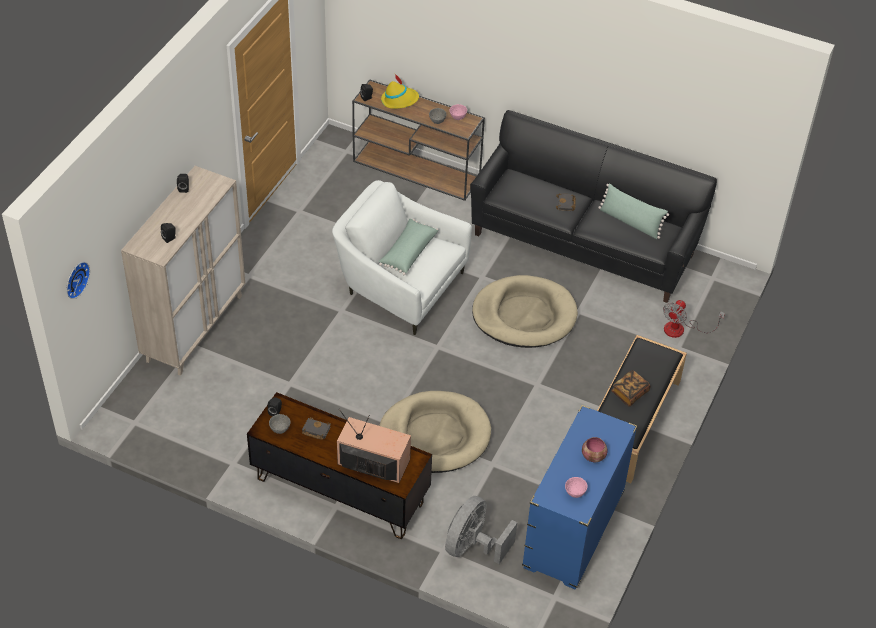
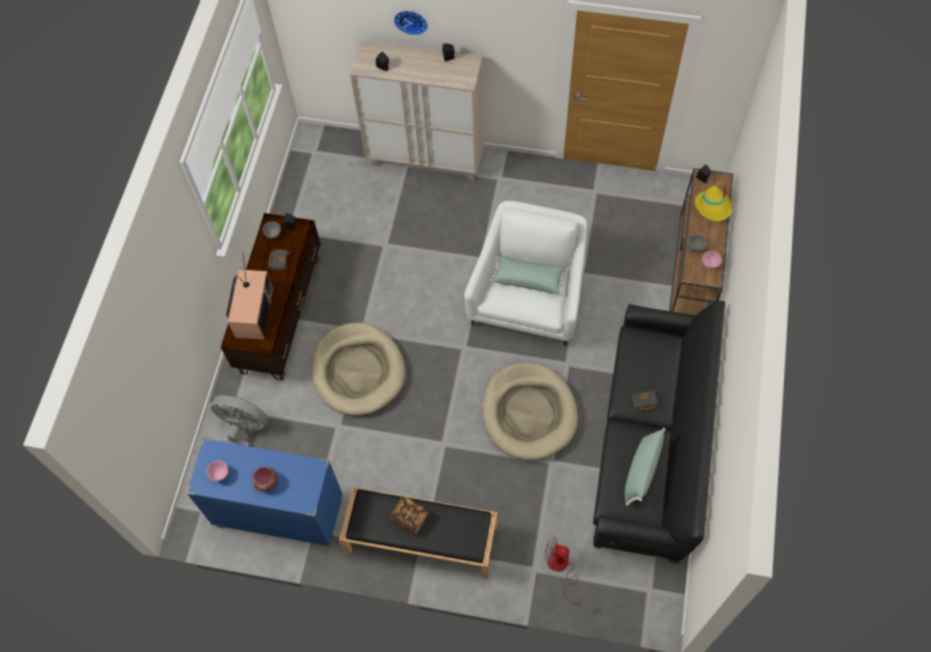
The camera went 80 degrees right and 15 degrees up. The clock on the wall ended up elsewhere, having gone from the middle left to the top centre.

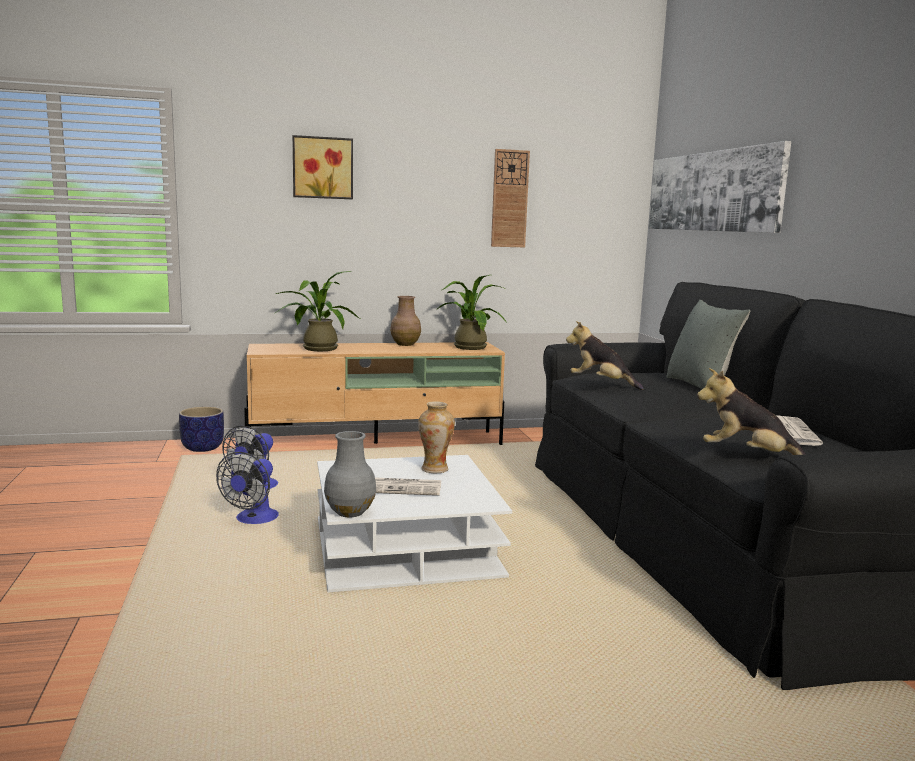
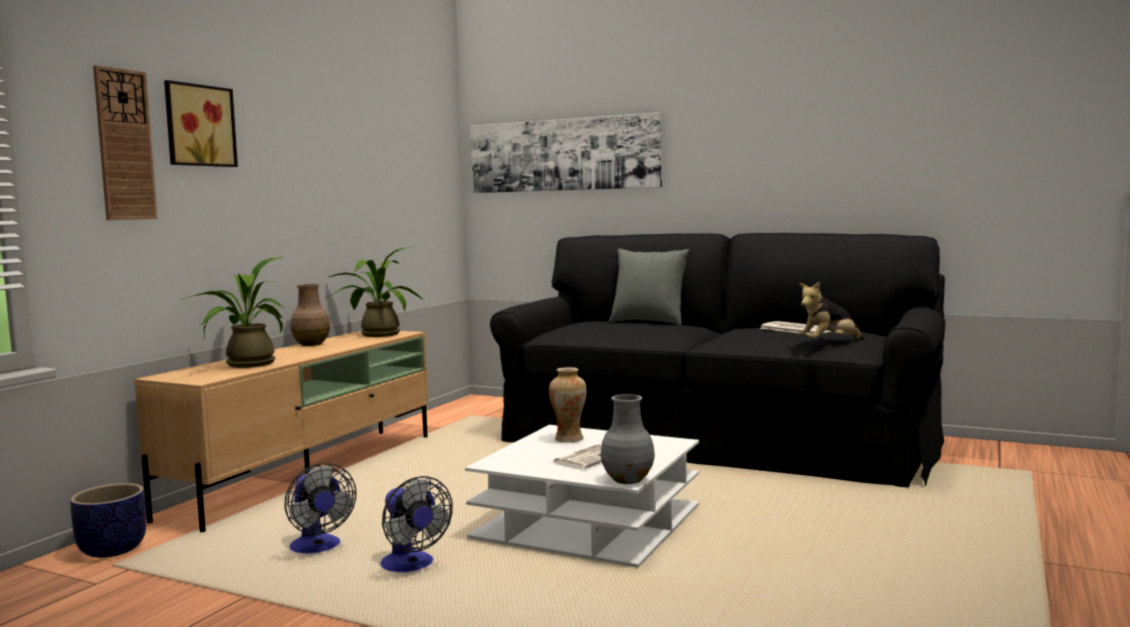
The camera went 50 degrees left and 5 degrees down. The clock on the wall ended up elsewhere, having gone from the top centre to the top left. The second view lost the cuddly toy (no. 1 from left) at the centre.

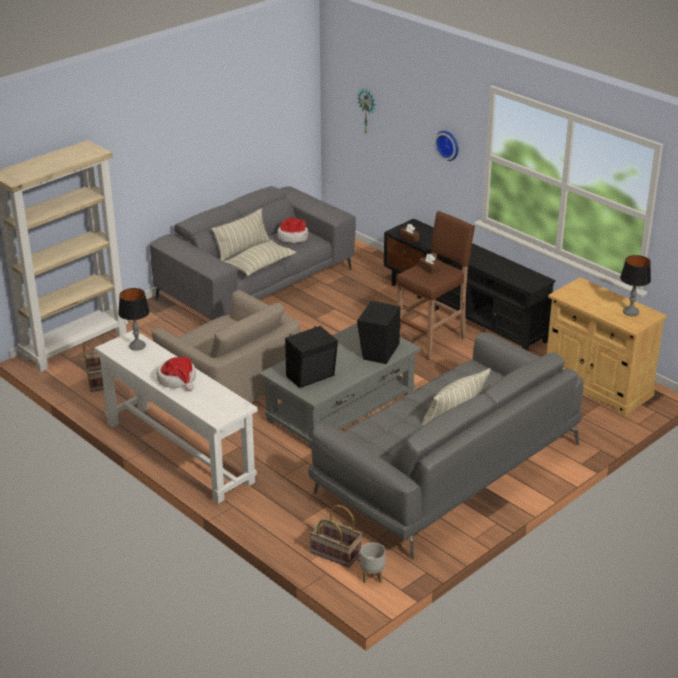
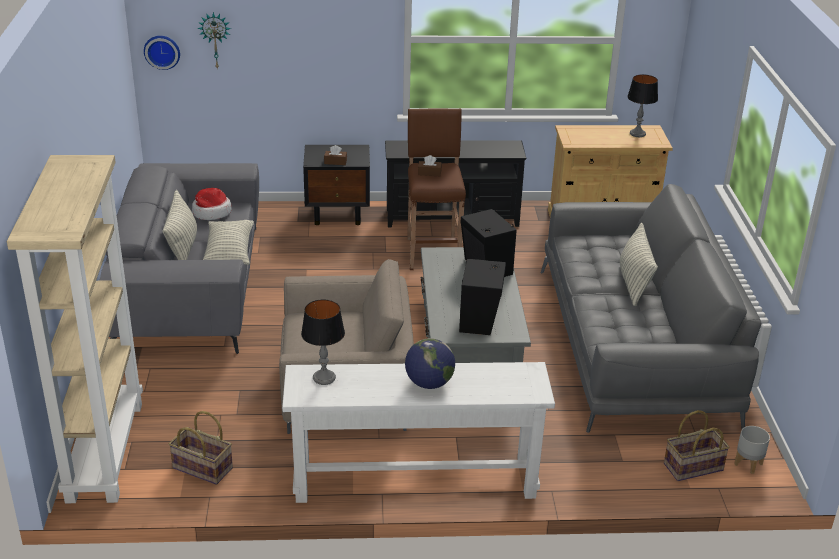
The camera went 50 degrees left and 0 degrees up. Where the hat (no. 1 from left) stood at the middle left, the globe came to stand at the centre. The clock on the wall (no. 2 from left in the first image) ended up elsewhere, having gone from the top centre to the top left.

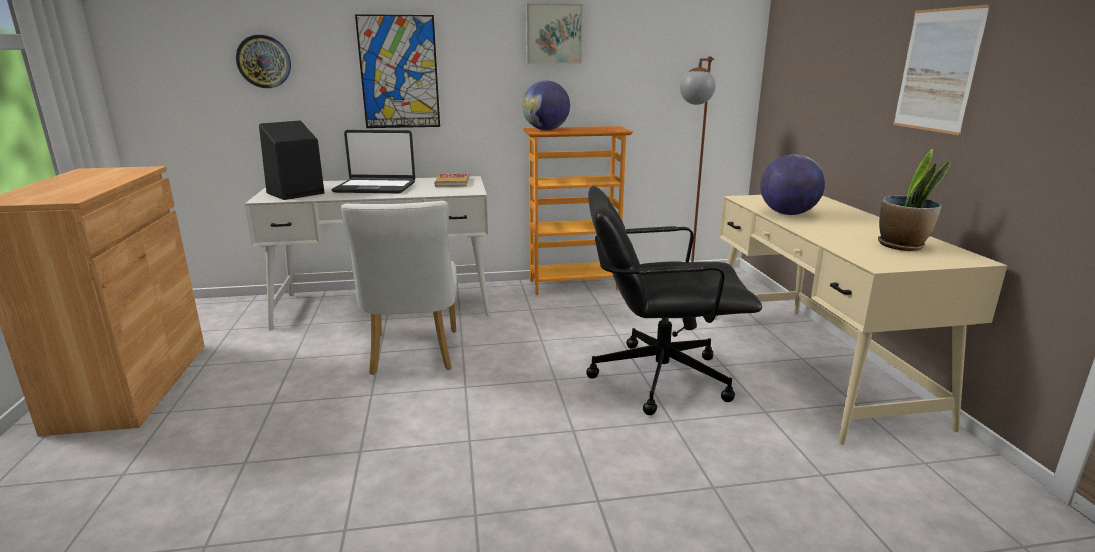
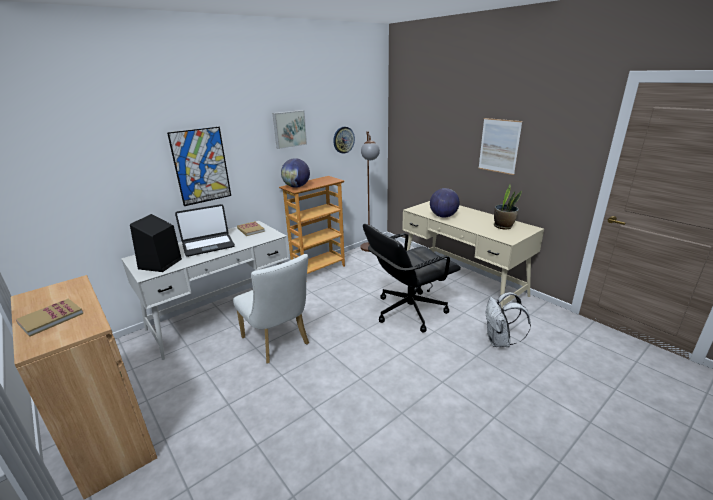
The camera went 30 degrees left and 5 degrees up. The clock on the wall ended up elsewhere, having gone from the top left to the top centre. The second view gained the volume (no. 1 from left) at the middle left. The second view gained the rucksack/whitish at the middle right.

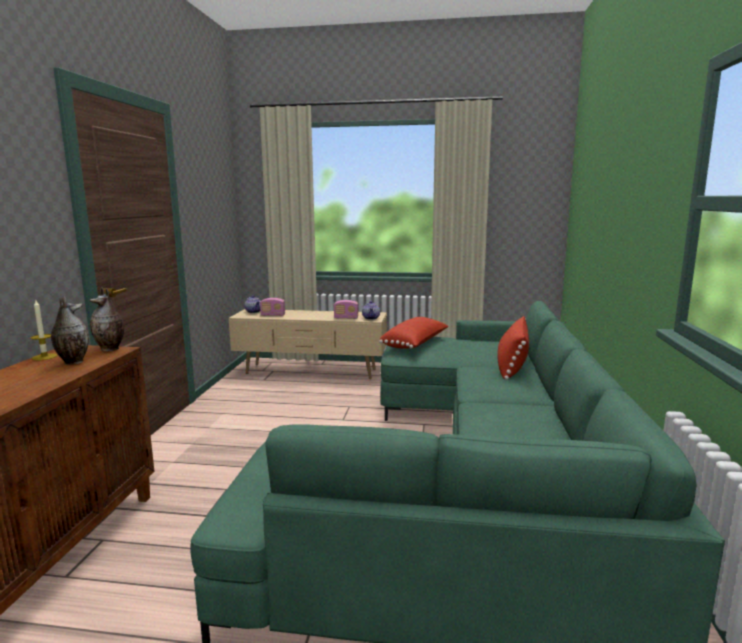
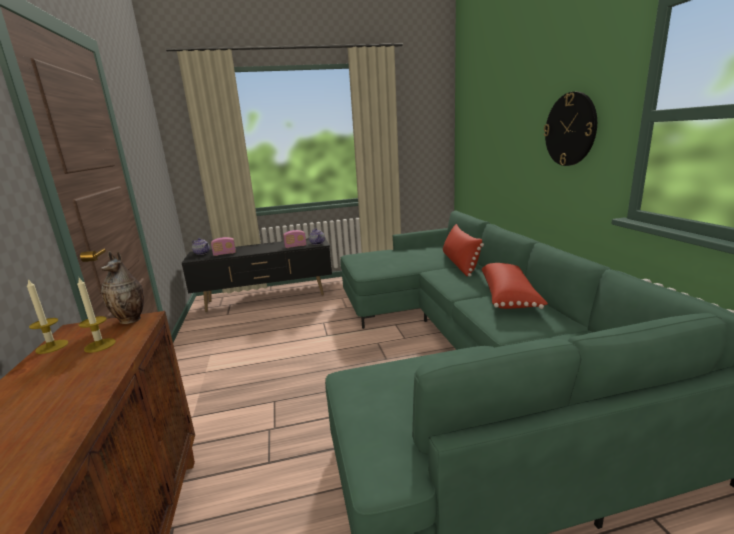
The camera went 20 degrees left and 5 degrees up. Where the decorative vase (no. 1 from left) stood at the middle left, the wax candle (no. 2 from left) came to stand at the middle left. What was the tv unit/beige-coloured at the centre turned into the tv unit/black-coloured at the centre. The cushion/reddish (no. 1 from left in the first image) ended up elsewhere, having gone from the centre to the middle right. The second view gained the clock on the wall at the top right.

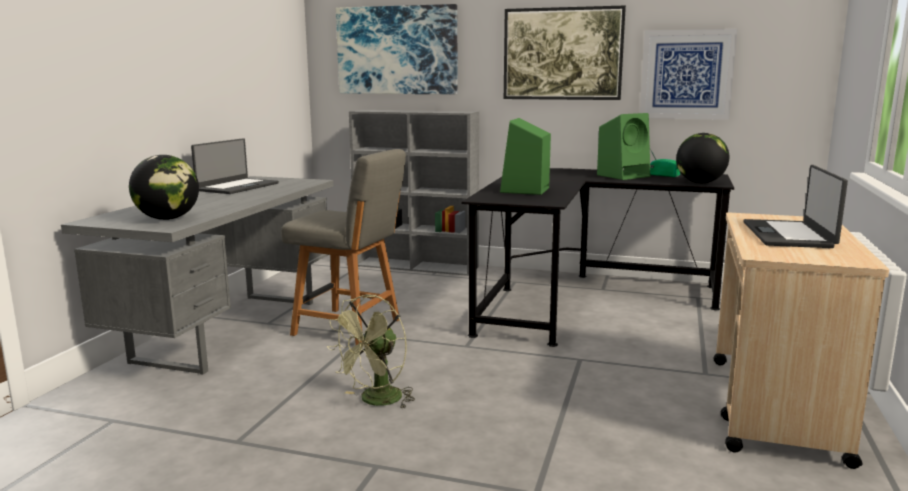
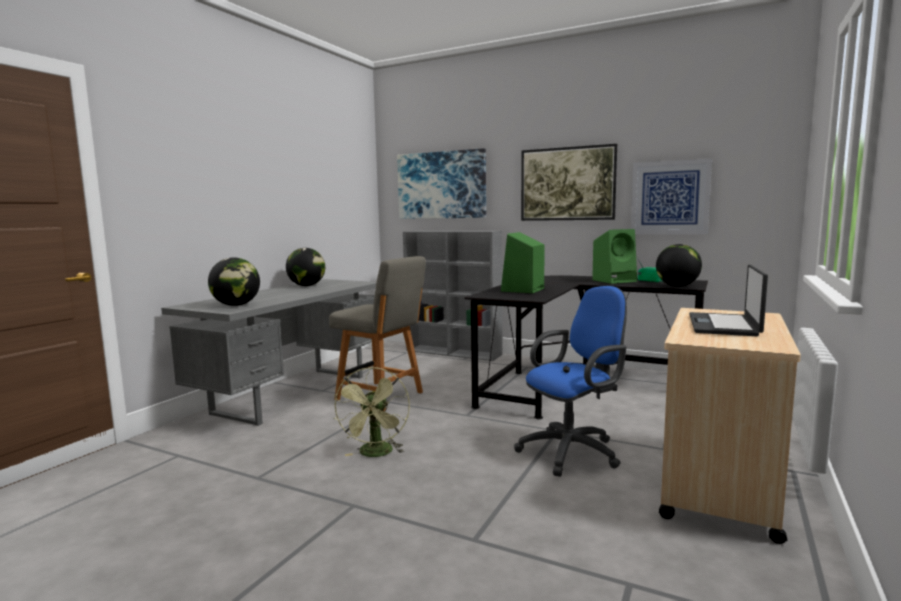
The camera went 10 degrees right and 5 degrees down. Where the notebook computer (no. 1 from left) stood at the middle left, the globe (no. 2 from left) came to stand at the centre. The electric fan/green-coloured at the bottom centre ended up facing another way, 45 degrees counterclockwise from before. The second view gained the computer chair/bluish at the centre.

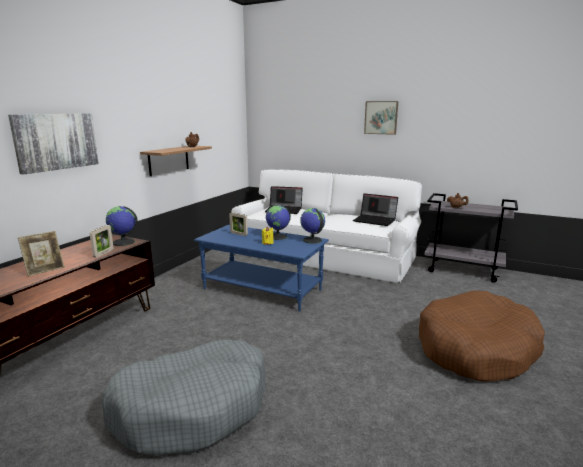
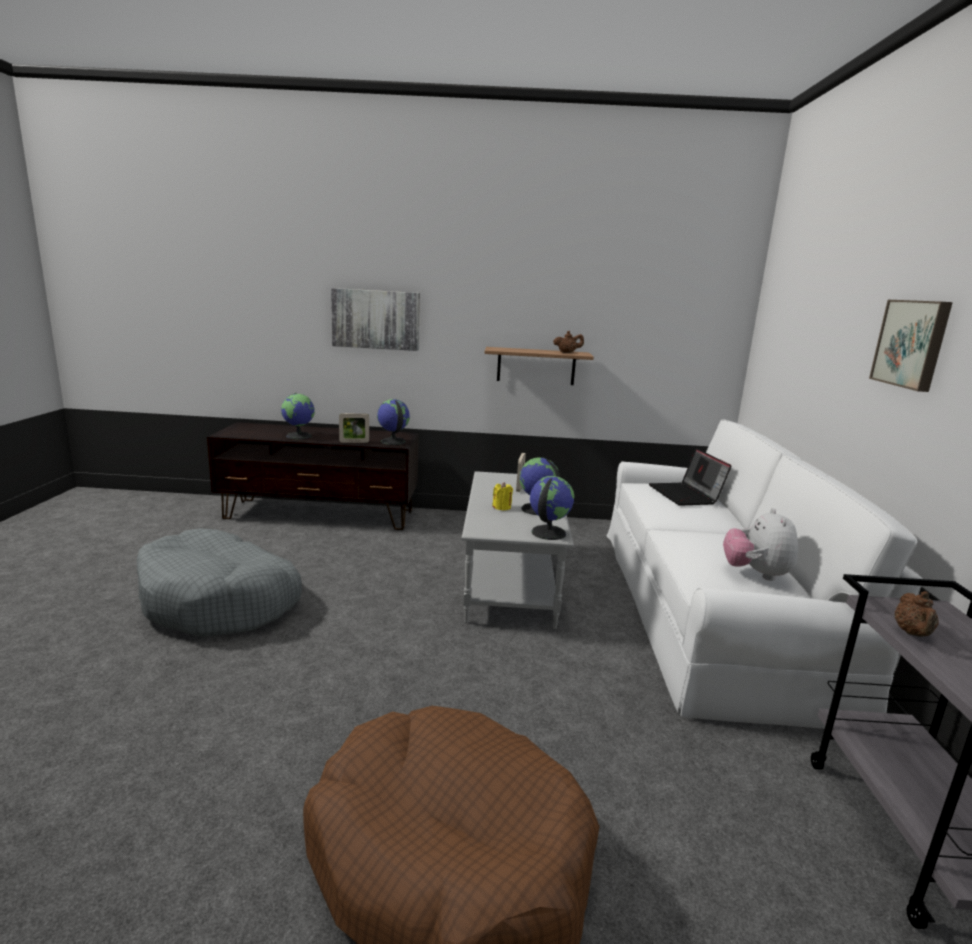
The camera went 65 degrees right and 0 degrees up. Where the photo frame (no. 1 from left) stood at the middle left, the globe (no. 1 from left) came to stand at the middle left. What was the lounge table/bluish at the centre turned into the lounge table/greyish at the centre. Where the notebook computer (no. 2 from left) stood at the centre, the cuddly toy came to stand at the middle right.

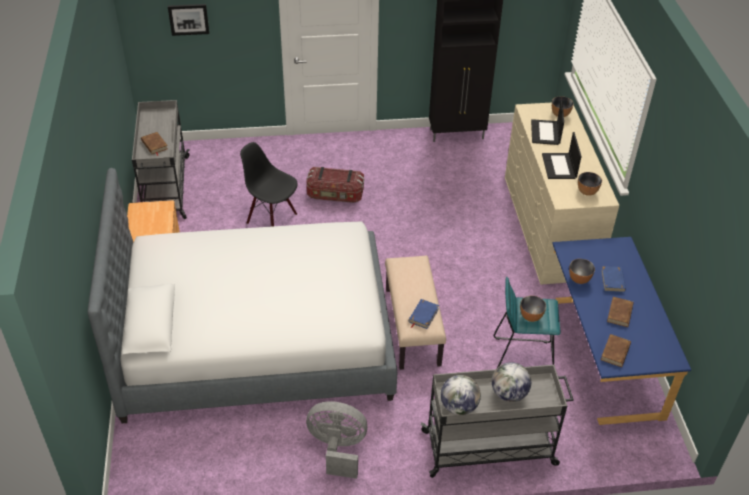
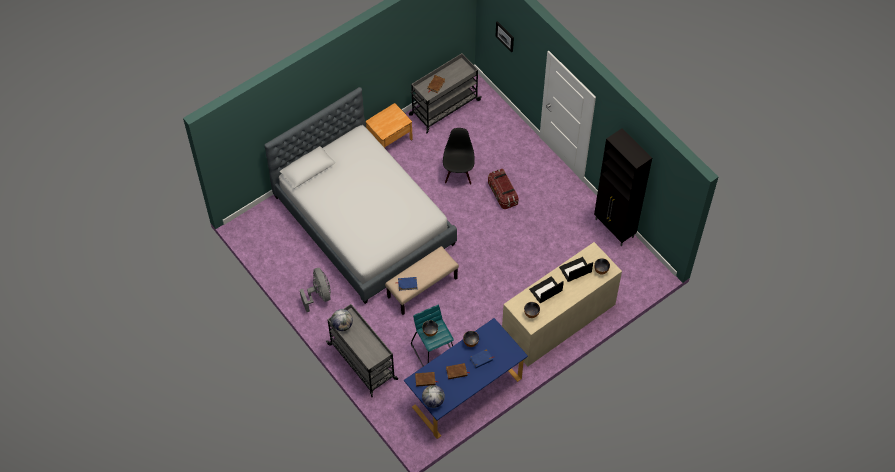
The camera went 60 degrees right and 15 degrees up. The globe (no. 2 from left) ended up elsewhere, having gone from the bottom right to the bottom centre.

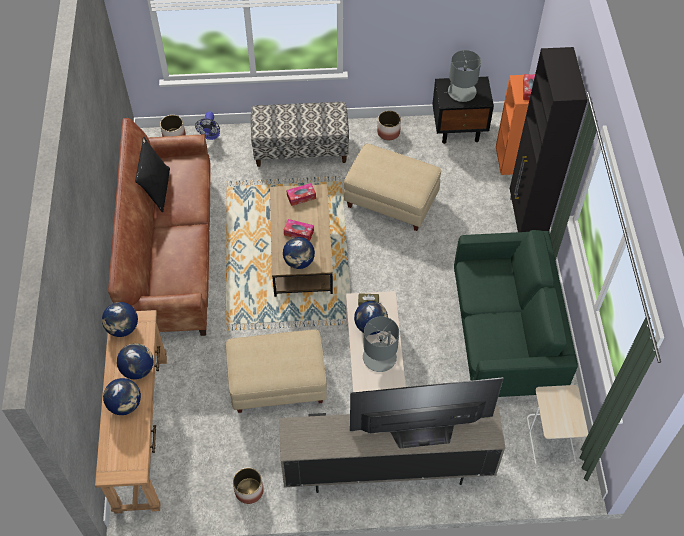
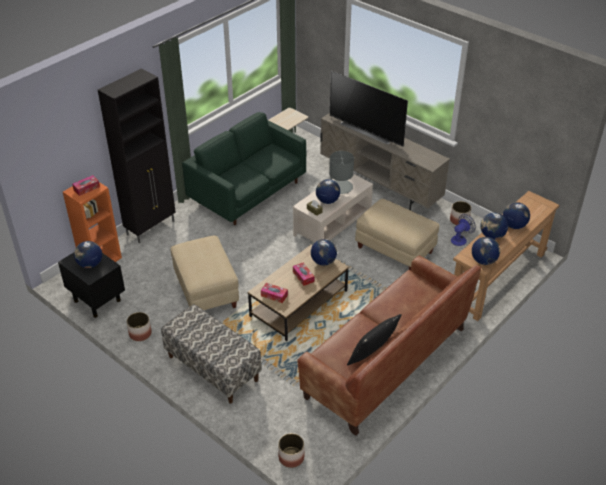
The camera went 135 degrees left and 15 degrees down. The electric fan ended up elsewhere, having gone from the top left to the middle right. Where the table lamp/greyish (no. 2 from left) stood at the top right, the globe (no. 1 from left) came to stand at the middle left.

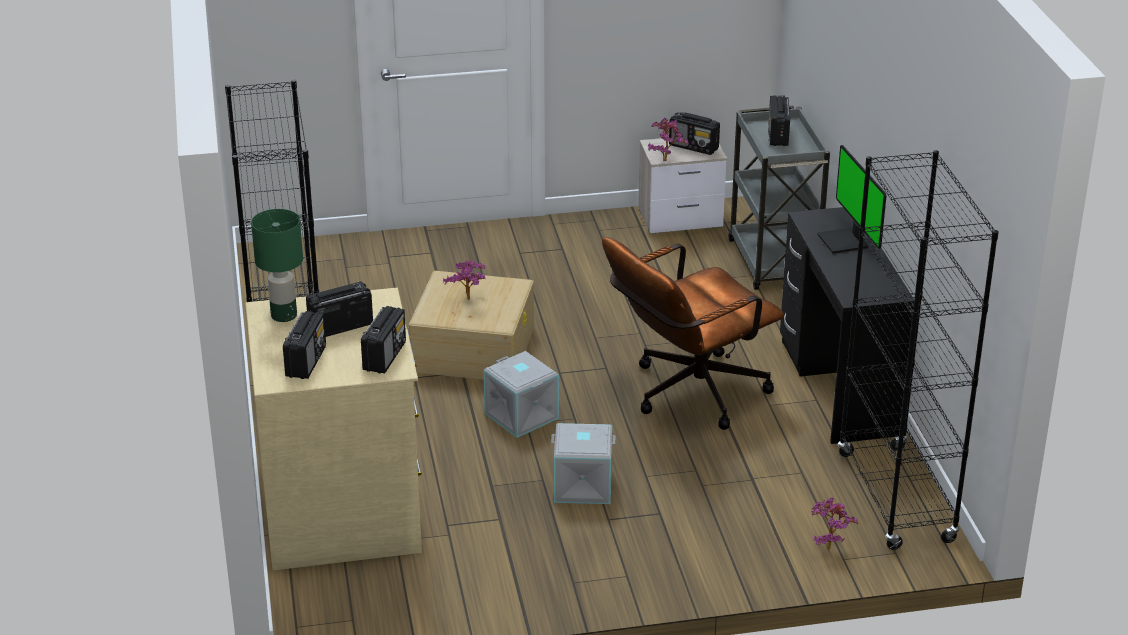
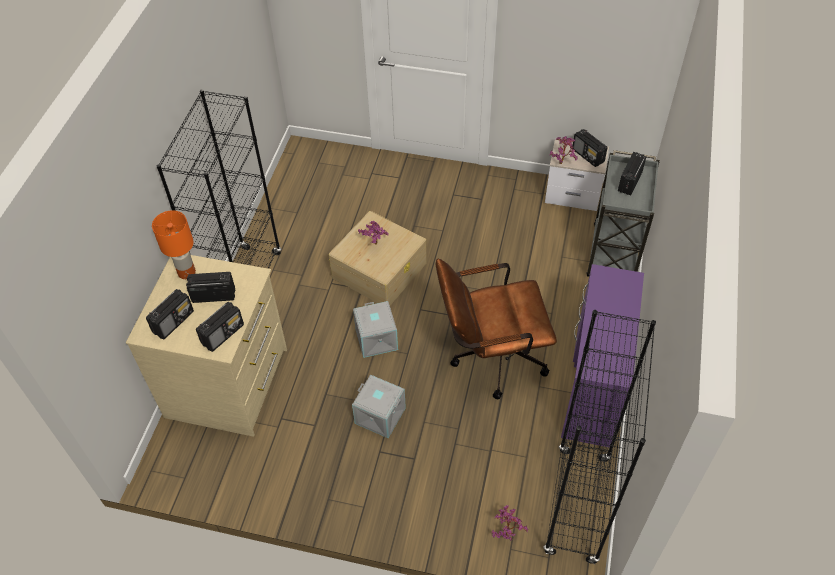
The camera went 25 degrees right and 20 degrees up. What was the table lamp/green-coloured at the middle left turned into the table lamp/orange at the middle left. What was the desk table/black-coloured at the middle right turned into the desk table/purple-coloured at the middle right. The second view lost the computer display at the top right.

